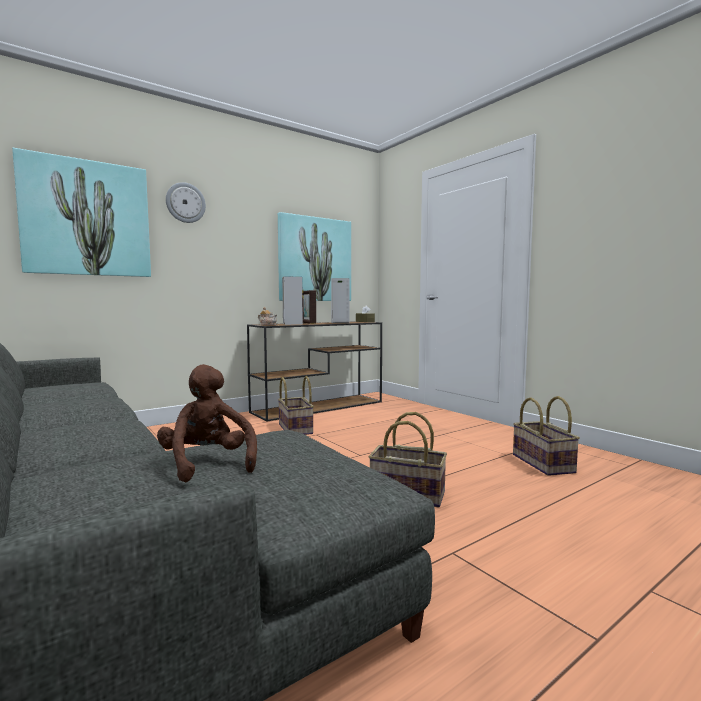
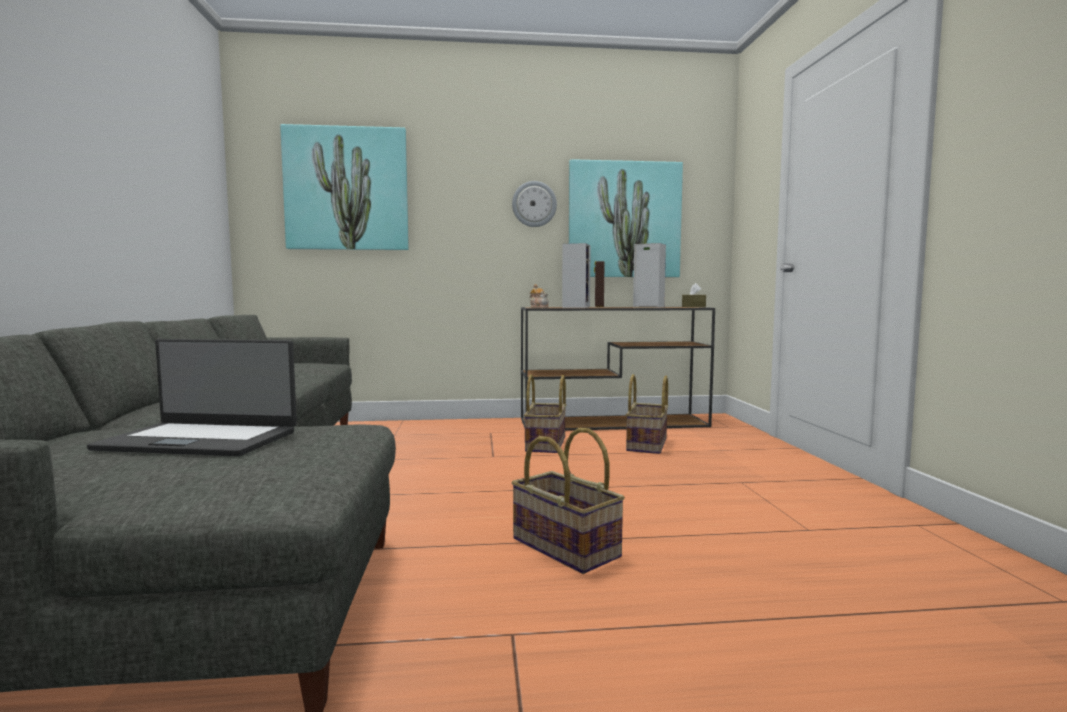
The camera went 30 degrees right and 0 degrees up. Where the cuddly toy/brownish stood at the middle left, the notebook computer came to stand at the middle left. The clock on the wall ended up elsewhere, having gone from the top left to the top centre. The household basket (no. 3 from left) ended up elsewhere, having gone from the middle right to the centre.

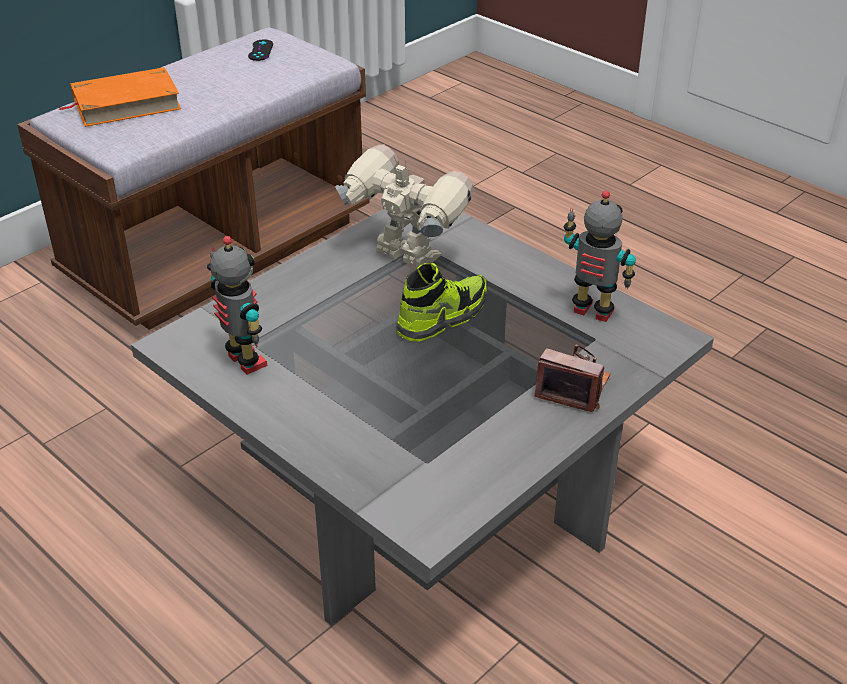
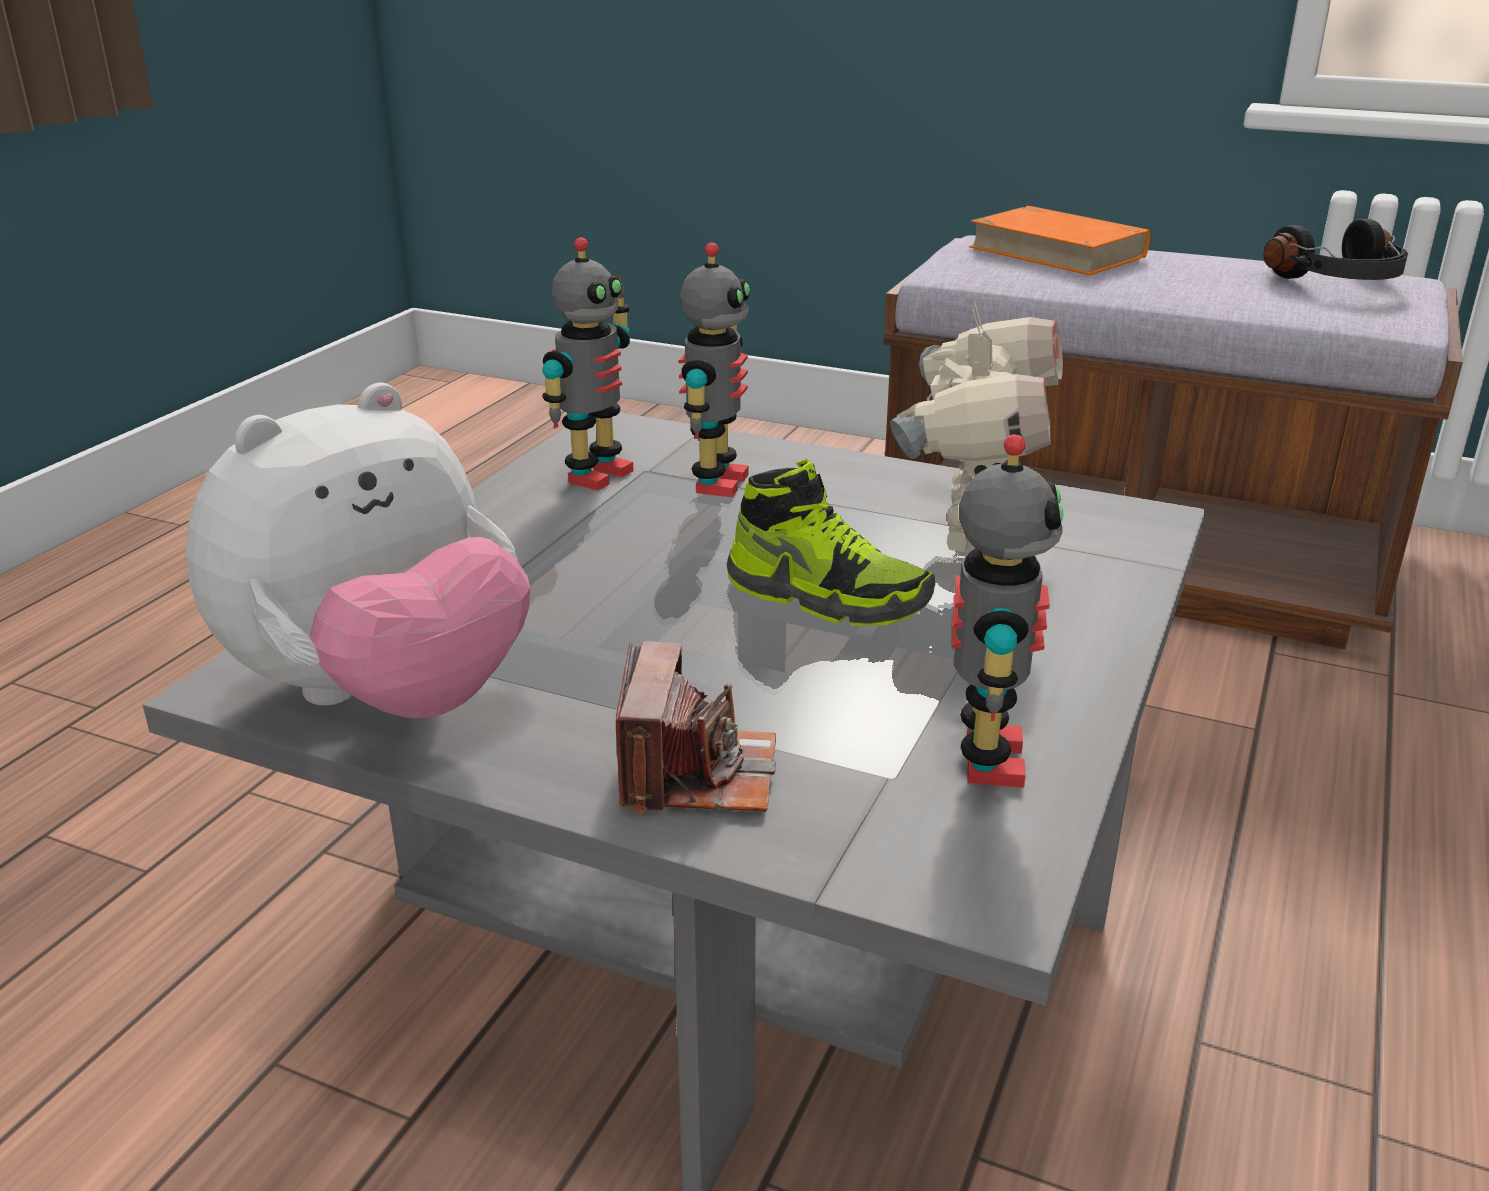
The camera went 70 degrees right and 10 degrees down. Where the game controller/black-coloured stood at the top left, the headphones/black-coloured came to stand at the top right. The second view gained the cuddly toy at the middle left. The second view gained the model robot (no. 2 from left) at the top centre.

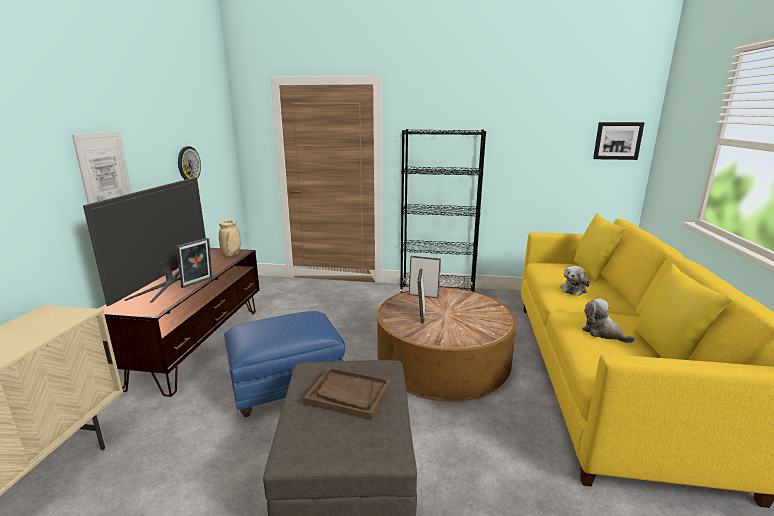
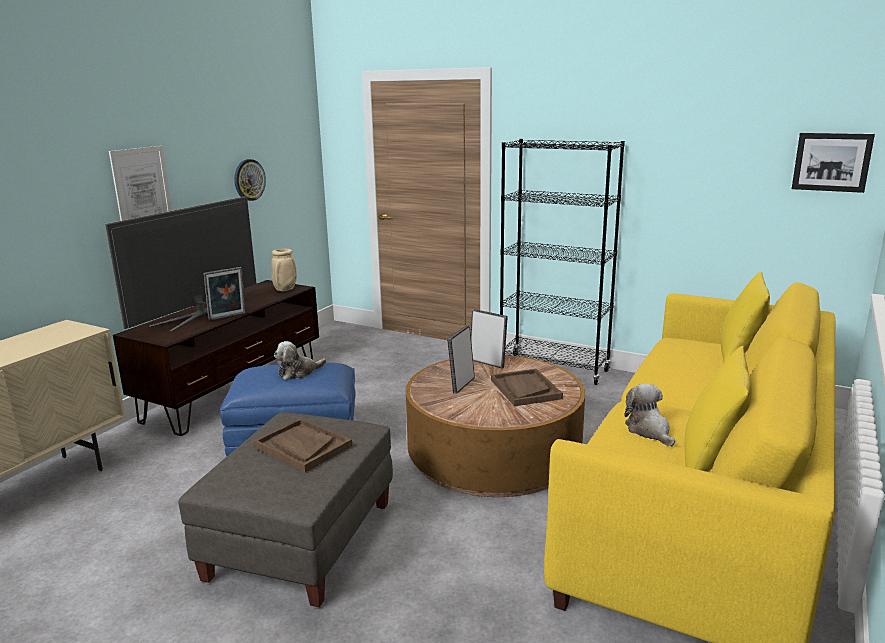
The camera went 20 degrees right and 0 degrees up. The cuddly toy (no. 1 from left) ended up elsewhere, having gone from the middle right to the centre. The second view gained the carrying tray/brownish (no. 2 from left) at the centre.

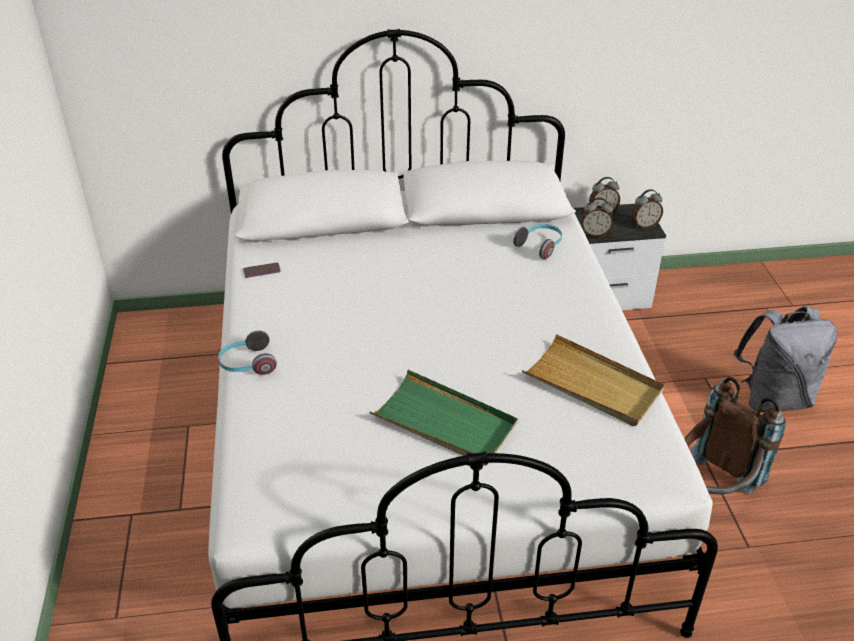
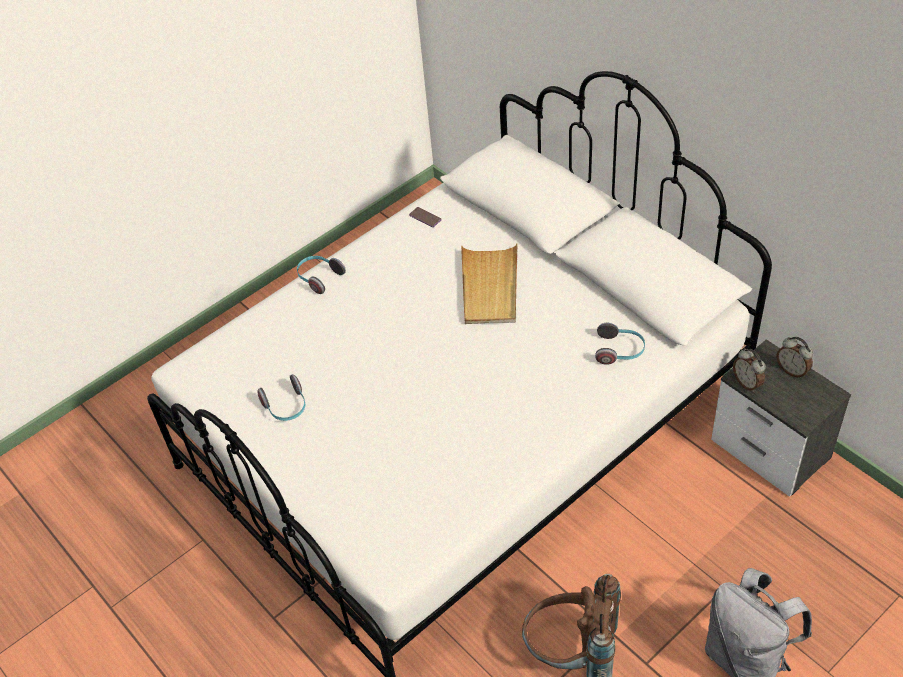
The camera went 60 degrees right and 10 degrees up. The second view lost the carrying tray/green-coloured at the centre. The carrying tray/beige-coloured ended up elsewhere, having gone from the middle right to the centre. The second view lost the table clock (no. 3 from left) at the top right. The second view gained the headphones (no. 1 from left) at the middle left.

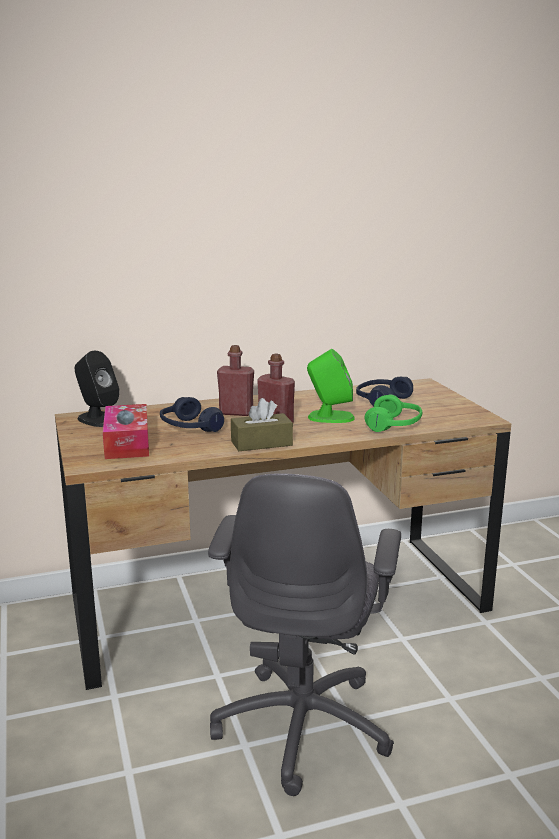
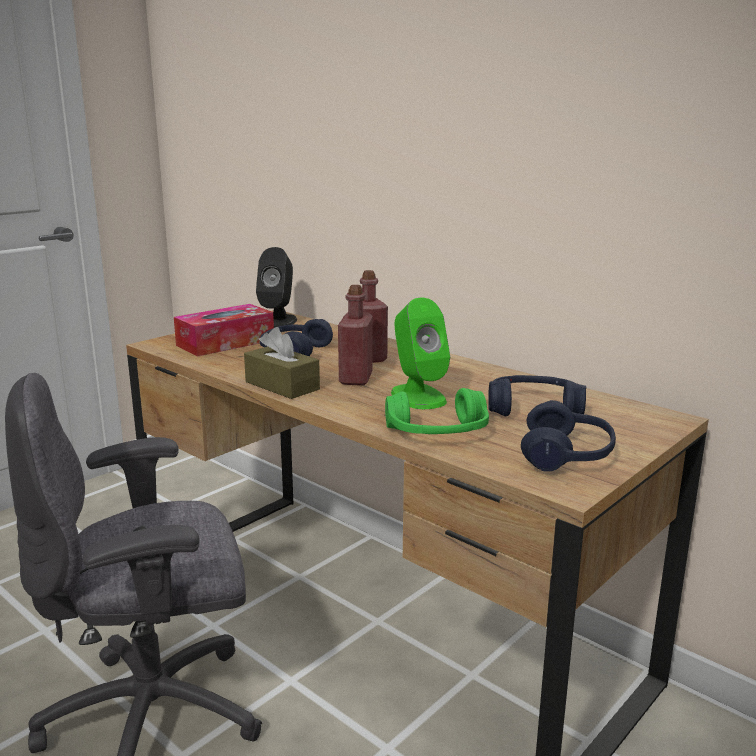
The camera went 60 degrees right and 0 degrees up. The second view gained the headphones/bluish (no. 3 from left) at the middle right.

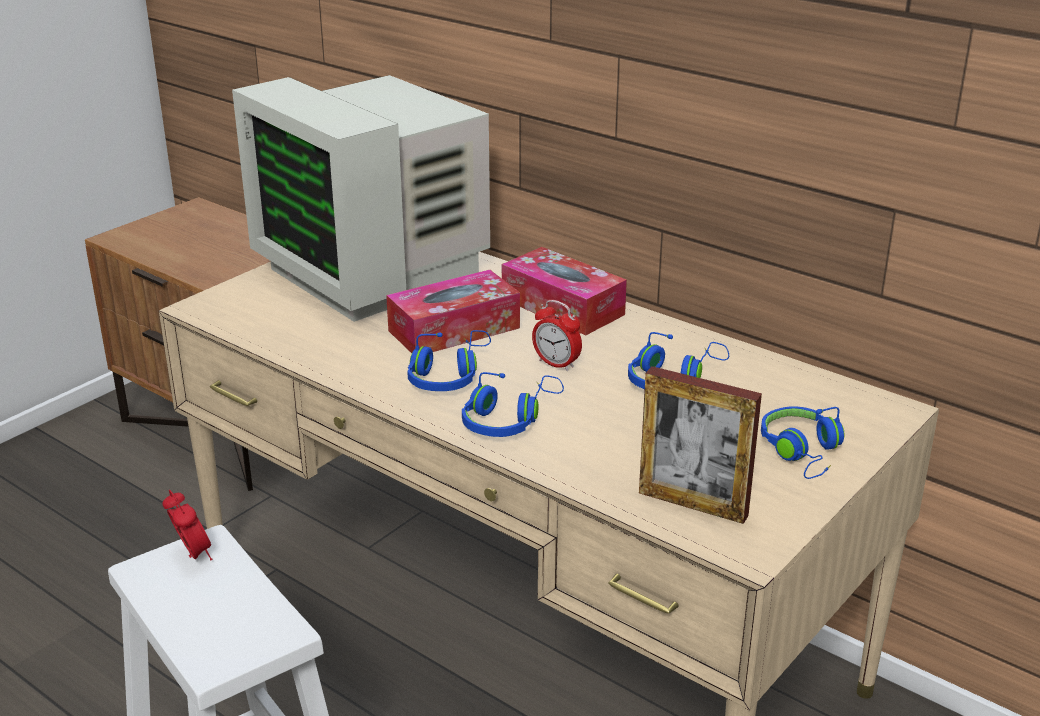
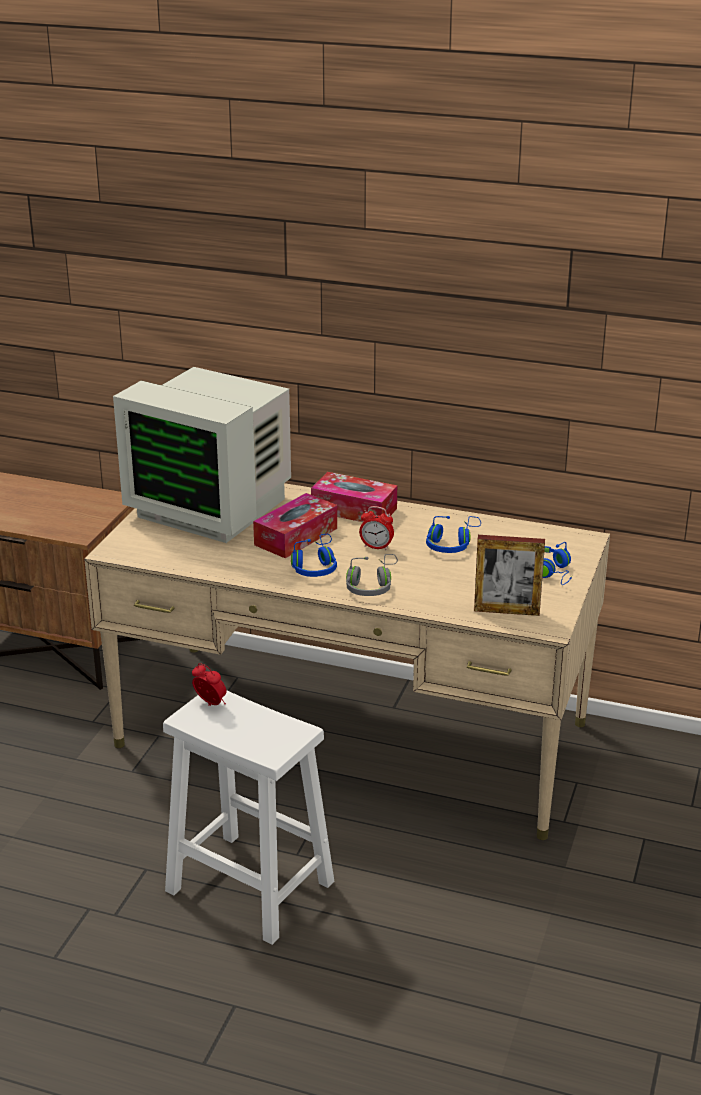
The camera went 20 degrees left and 0 degrees up. What was the headphones/bluish (no. 2 from left) at the centre turned into the headphones/greyish at the centre.

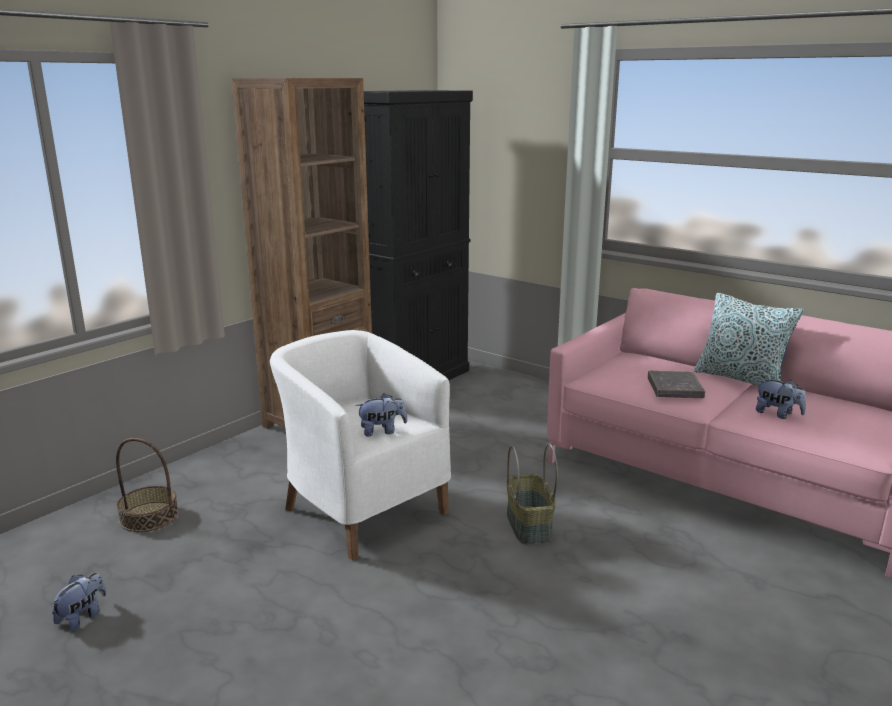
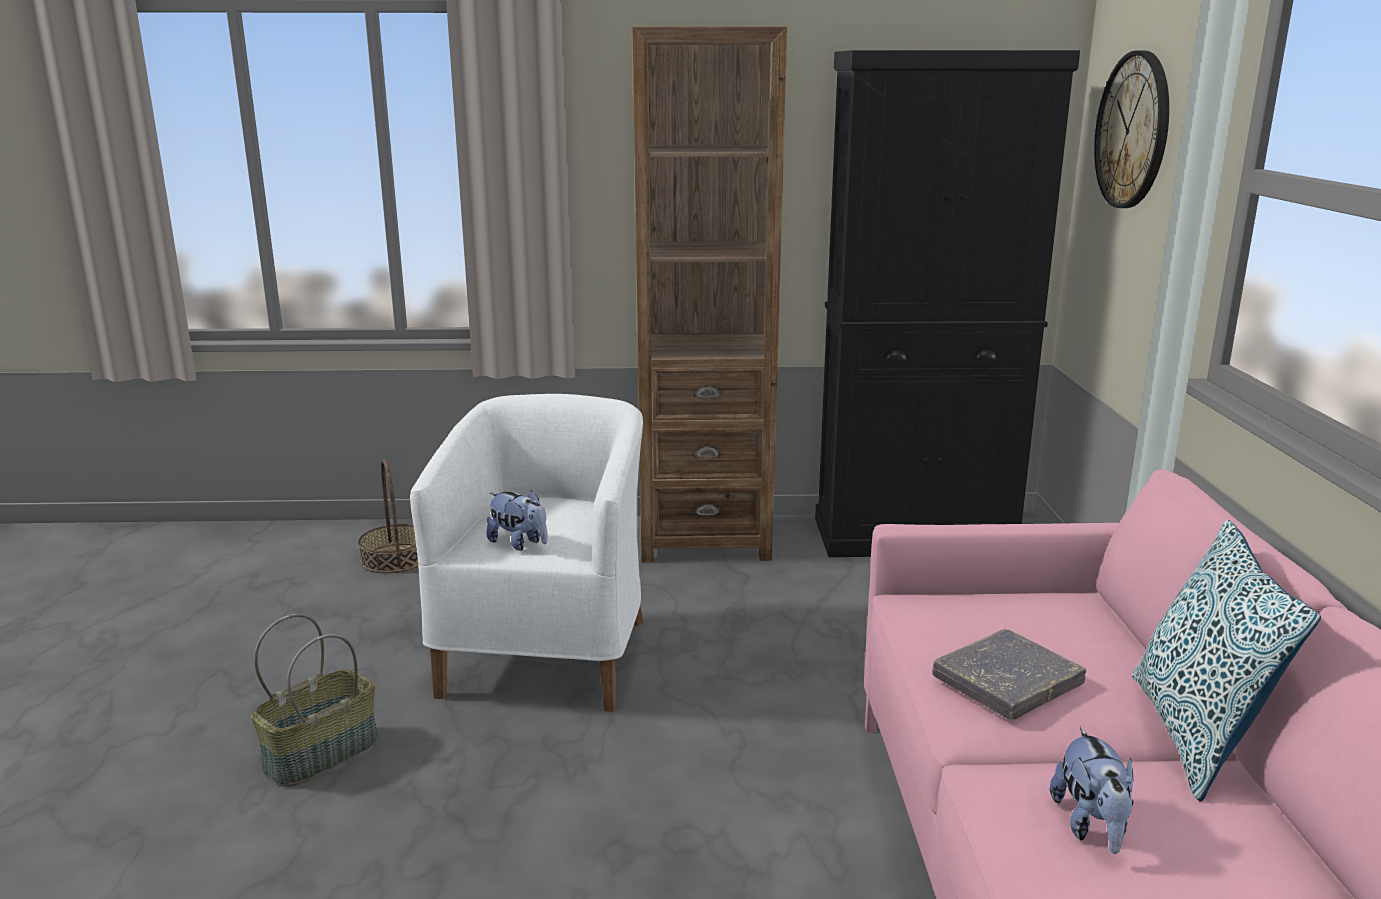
The camera went 50 degrees right and 0 degrees up. The second view lost the cuddly toy (no. 1 from left) at the bottom left. The household basket (no. 2 from left in the first image) ended up elsewhere, having gone from the bottom centre to the bottom left. The second view gained the clock on the wall at the top right.

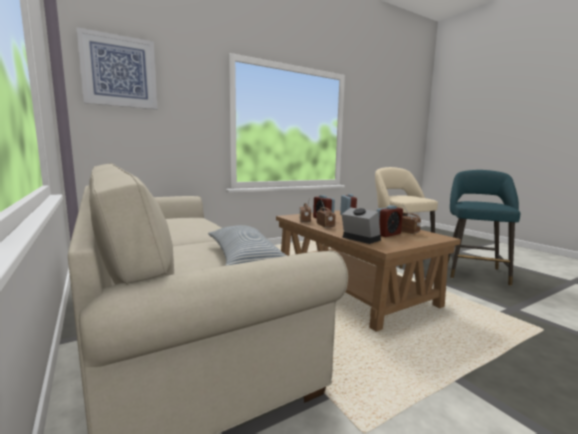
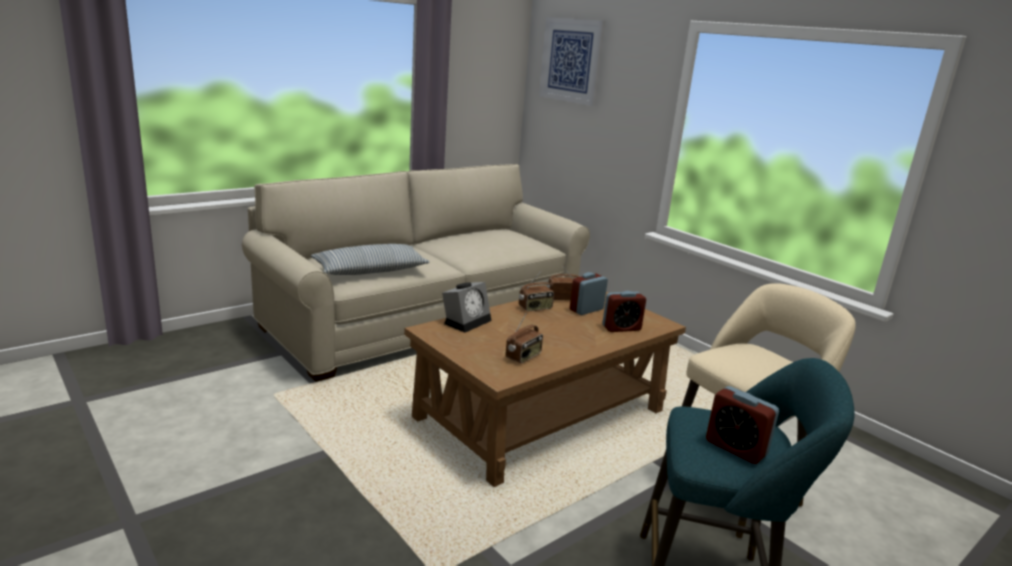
The camera went 80 degrees right and 10 degrees up. The table clock (no. 4 from left) ended up elsewhere, having gone from the middle right to the bottom right.

